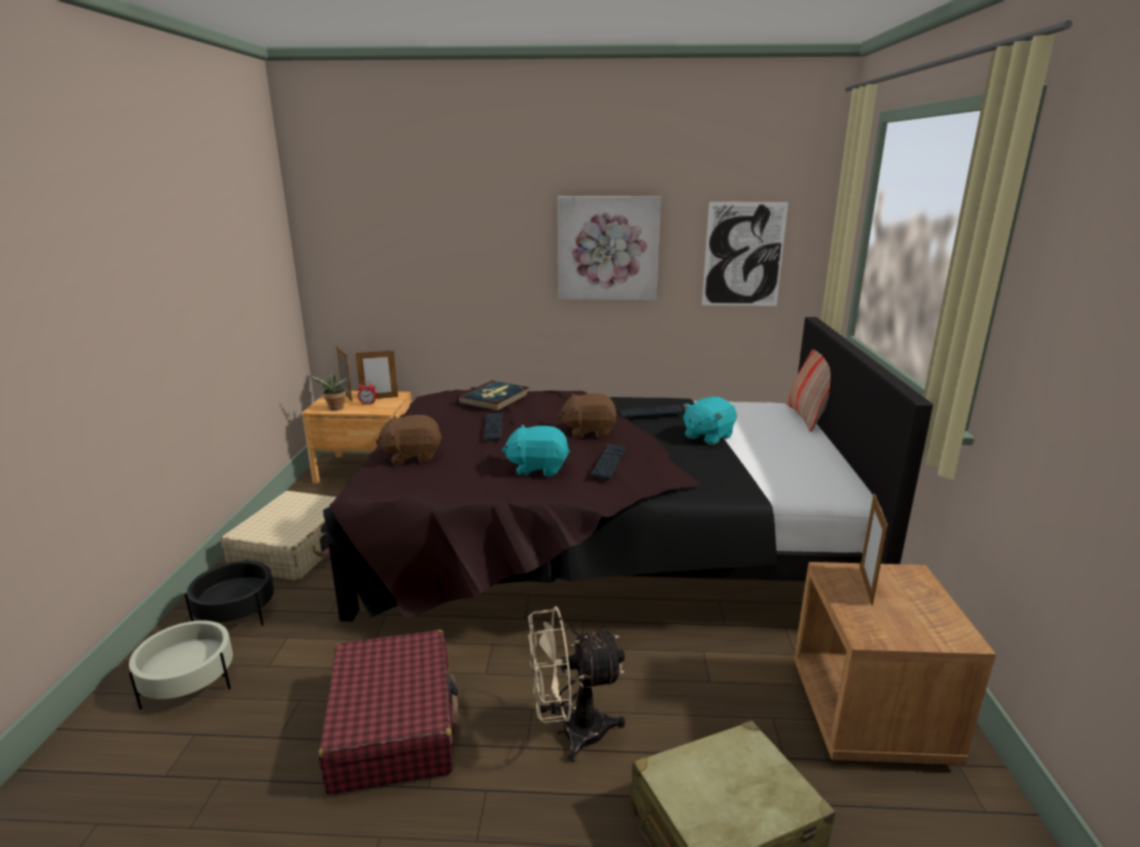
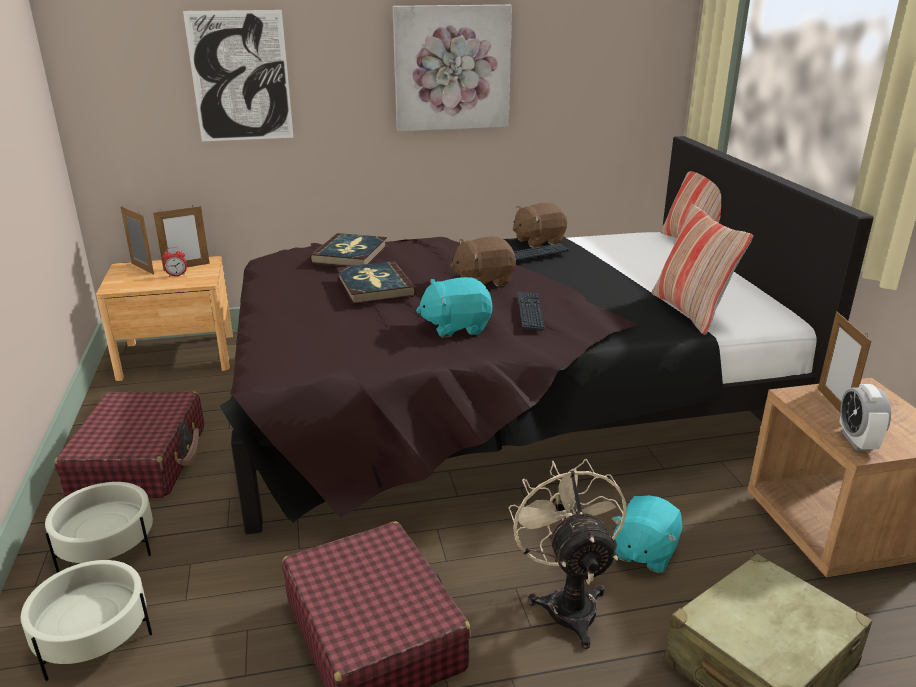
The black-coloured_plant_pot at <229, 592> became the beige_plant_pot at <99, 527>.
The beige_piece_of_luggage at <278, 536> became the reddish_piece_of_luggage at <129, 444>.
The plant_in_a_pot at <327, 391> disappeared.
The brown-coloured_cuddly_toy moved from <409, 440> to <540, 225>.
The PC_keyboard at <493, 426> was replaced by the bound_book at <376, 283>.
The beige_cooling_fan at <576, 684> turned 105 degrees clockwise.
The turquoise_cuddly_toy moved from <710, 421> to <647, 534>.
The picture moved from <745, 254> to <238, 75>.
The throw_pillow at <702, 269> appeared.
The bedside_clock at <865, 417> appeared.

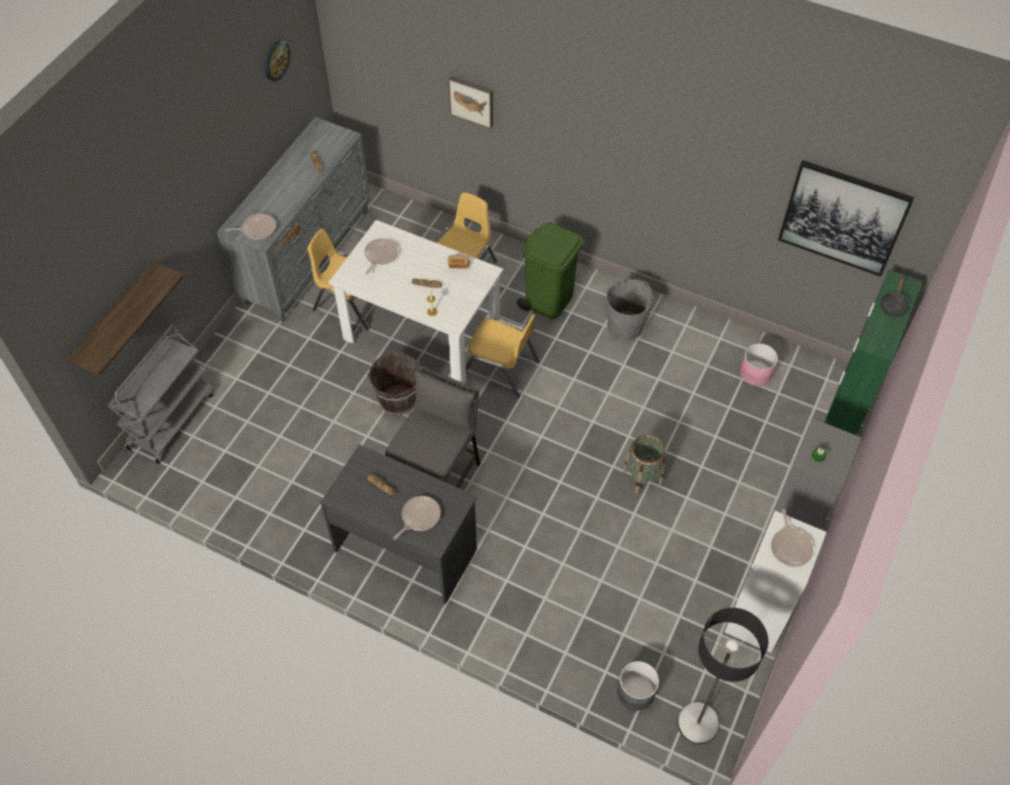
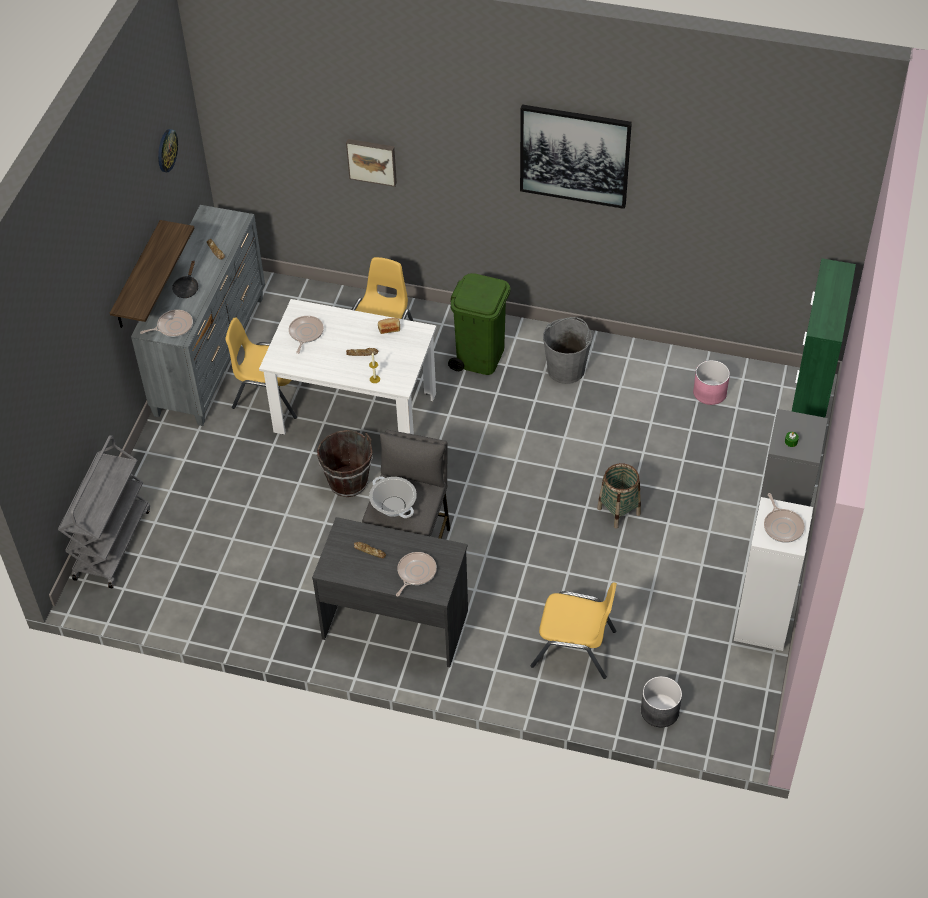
The wall_shelf moved from <125, 318> to <152, 274>.
The yellow-coloured_chair moved from <502, 356> to <574, 630>.
The floor_lamp at <722, 676> disappeared.
The picture moved from <846, 218> to <576, 156>.
The black-coloured_pan moved from <895, 296> to <185, 279>.
The stockpot at <393, 497> appeared.

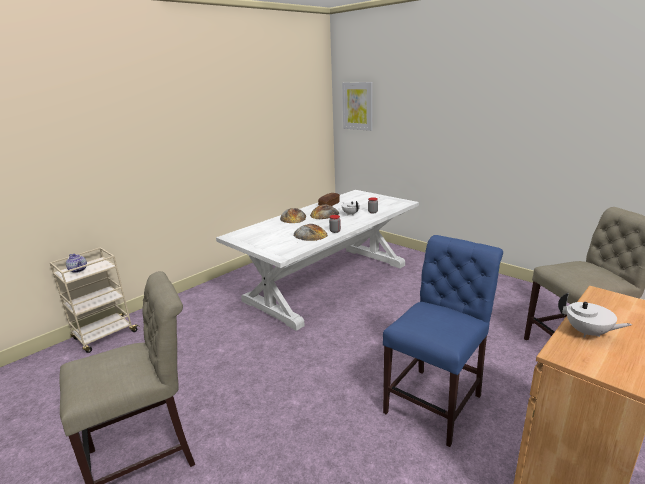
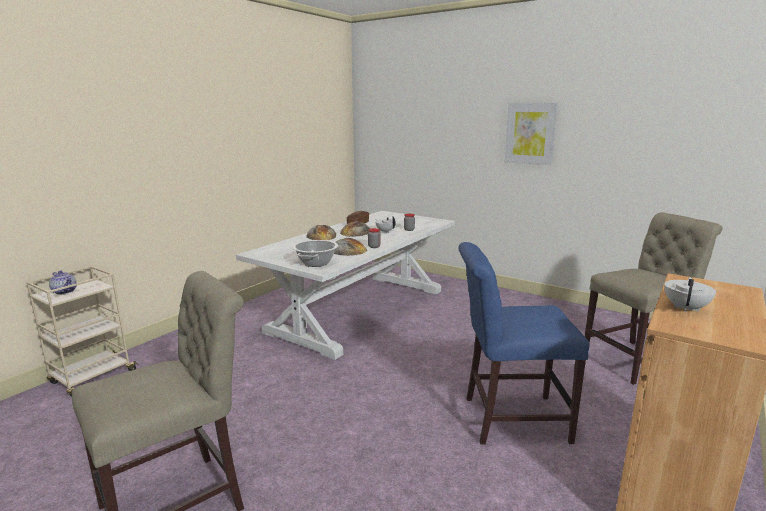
The picture moved from <357, 106> to <531, 134>.
The bluish_chair at <443, 341> turned 120 degrees counterclockwise.
The white_pot_for_tea at <595, 315> turned 90 degrees counterclockwise.
The stockpot at <315, 253> appeared.

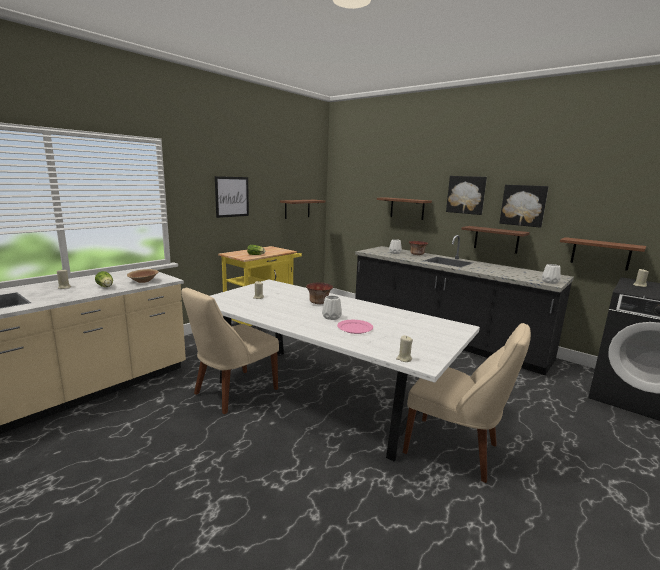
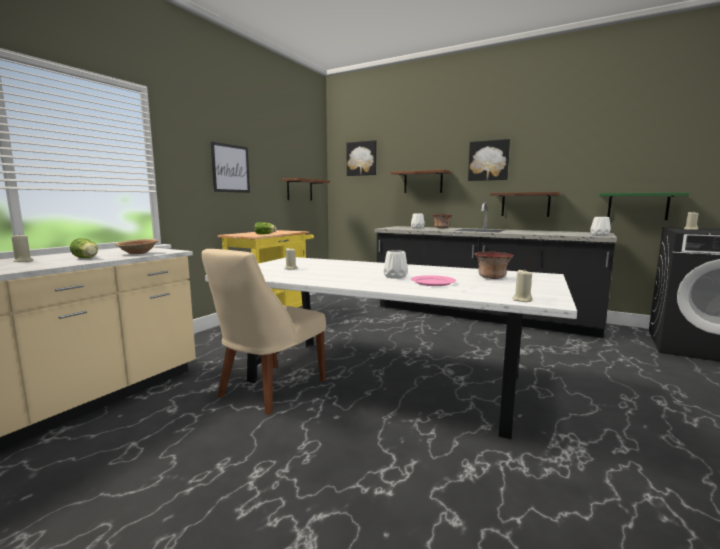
The serving_bowl moved from <319, 293> to <494, 265>.
The beige_chair at <467, 403> disappeared.
The picture moved from <524, 206> to <362, 158>.
The brown-coloured_wall_shelf at <603, 254> became the greenish_wall_shelf at <644, 206>.

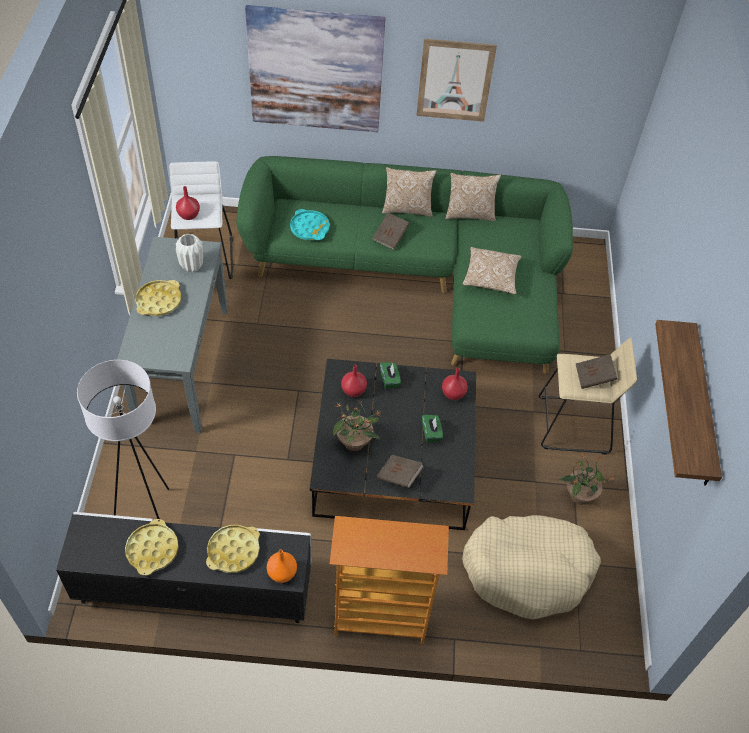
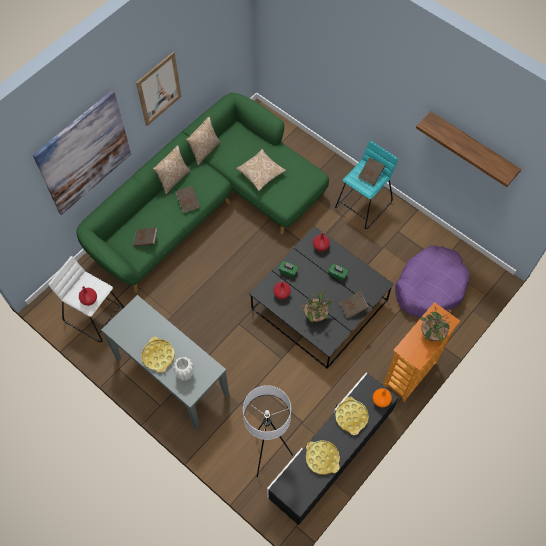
The white_decorative_vase moved from <189, 253> to <183, 369>.
The turquoise_carrying_tray at <310, 224> was replaced by the brown-coloured_bound_book at <145, 237>.
The beige_dog_bed at <531, 567> became the purplish_dog_bed at <432, 281>.
The beige_sitting_stool at <588, 395> became the turquoise_sitting_stool at <366, 185>.
The plant_in_a_pot moved from <587, 479> to <435, 325>.

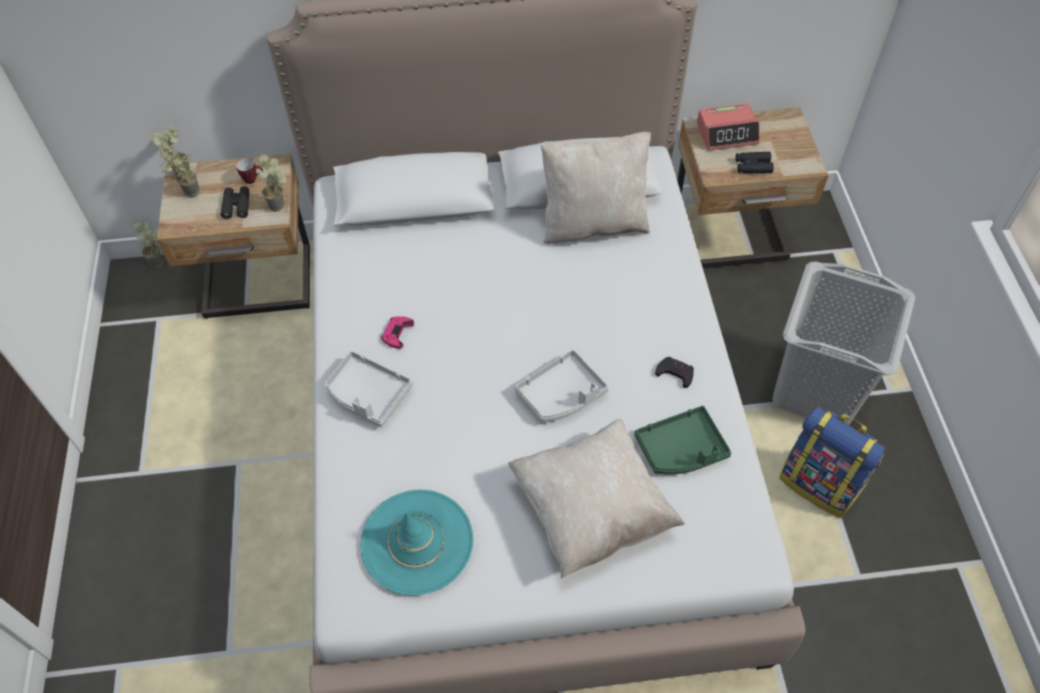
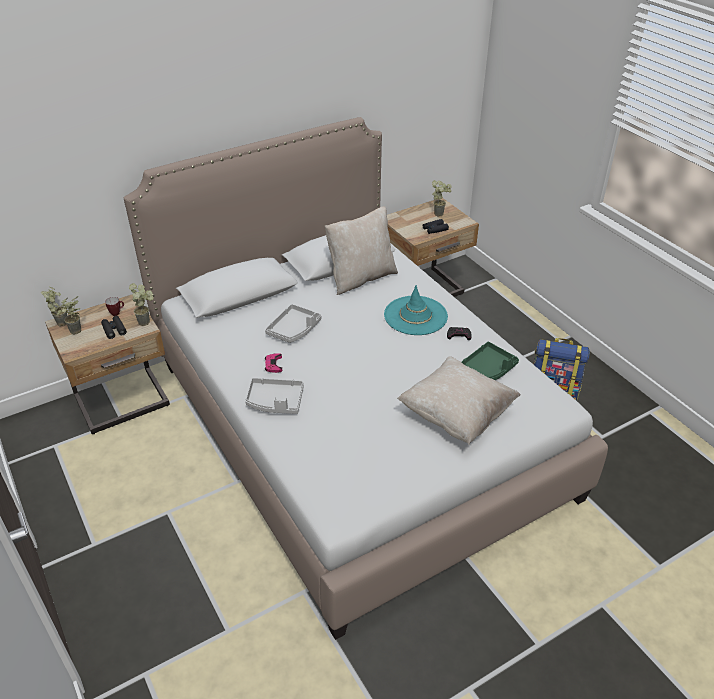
The plant_in_a_pot moved from <148, 244> to <442, 198>.
The turquoise_wearable_hat moved from <416, 542> to <416, 310>.
The greyish_carrying_tray moved from <561, 385> to <293, 323>.
The bedside_clock at <728, 127> disappeared.
The greyish_laundry_basket at <843, 343> disappeared.

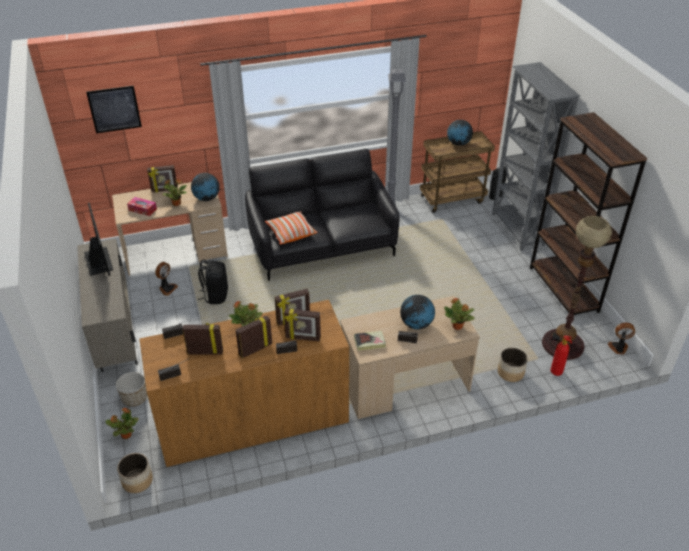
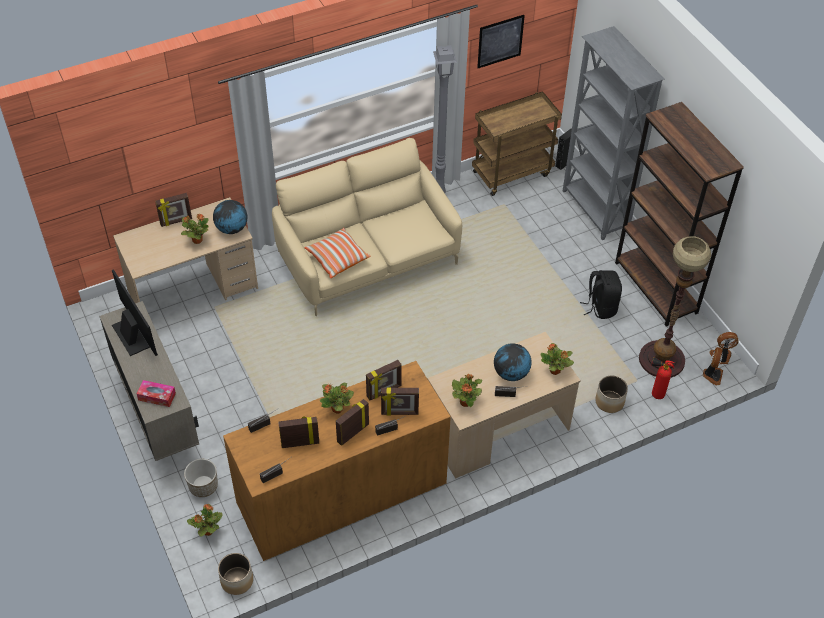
The picture moved from <114, 109> to <501, 41>.
The tissue_holder moved from <142, 206> to <156, 393>.
The cooling_fan moved from <166, 279> to <712, 366>.
The black-coloured_knapsack moved from <213, 281> to <601, 294>.
The black-coloured_settee at <322, 214> became the beige_settee at <367, 227>.
The bound_book at <370, 341> was replaced by the plant_in_a_pot at <467, 390>.
The globe at <460, 133> disappeared.

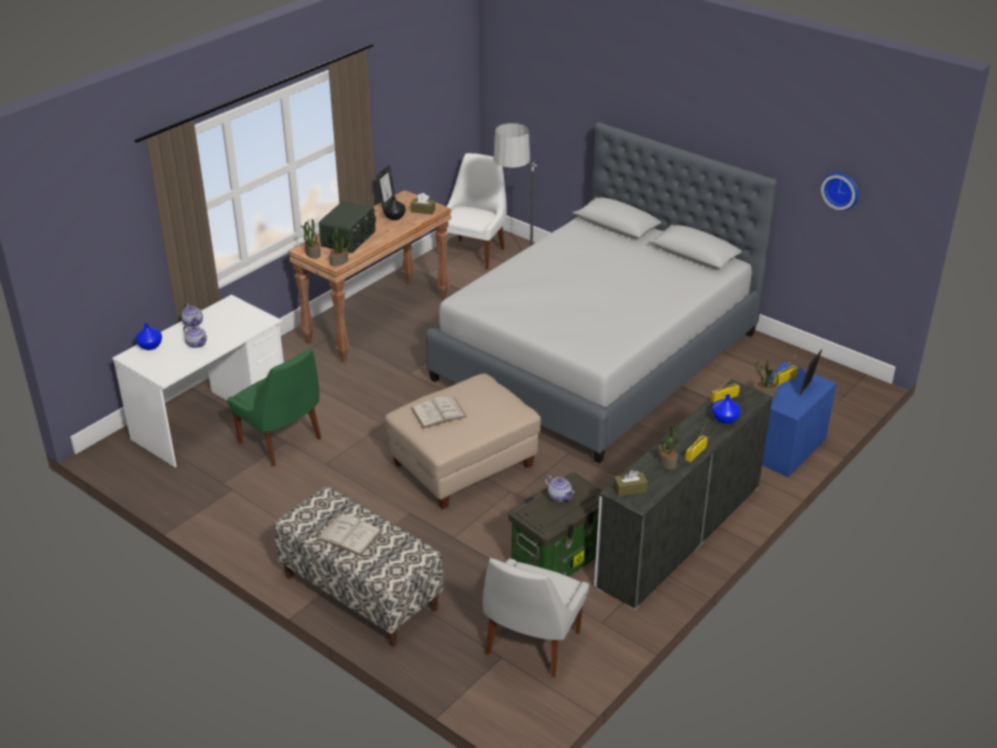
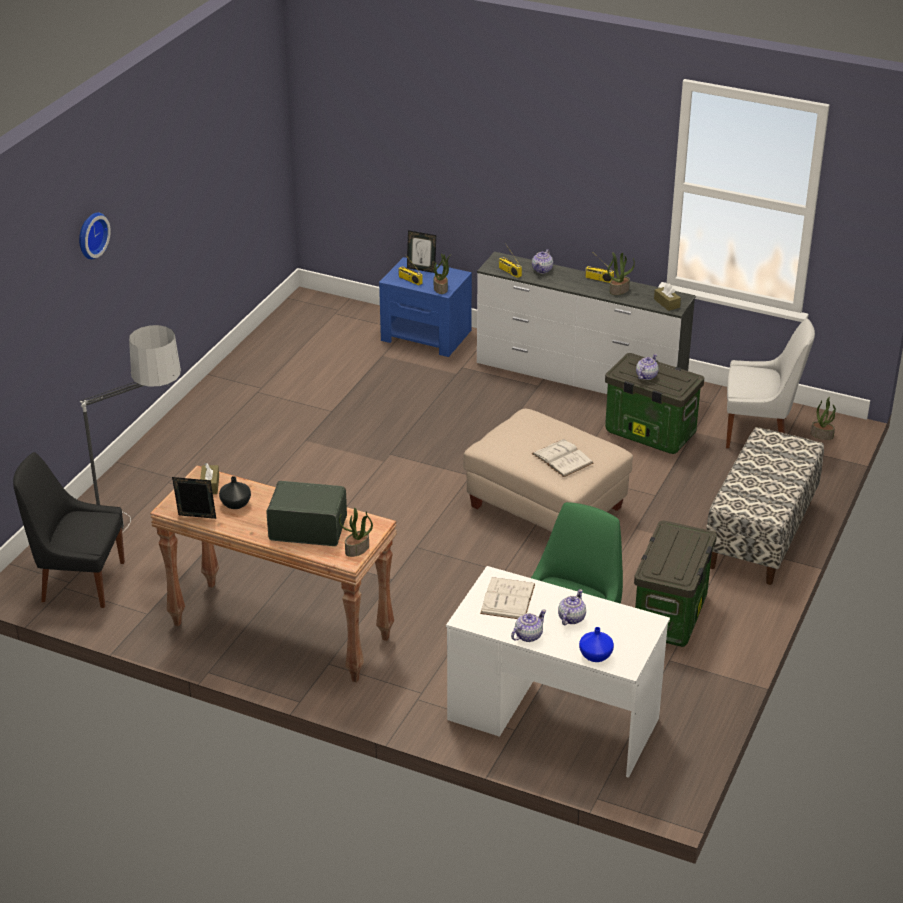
The white_bound_book moved from <349, 535> to <507, 598>.
The plant_in_a_pot moved from <337, 247> to <823, 418>.
The greyish_bed at <601, 292> disappeared.
The white_chair at <476, 211> became the black-coloured_chair at <69, 530>.
The bluish_decorative_vase at <726, 409> was replaced by the pot_for_tea at <542, 261>.
The clock_on_the_wall moved from <839, 191> to <95, 235>.
The storage_box at <675, 583> appeared.

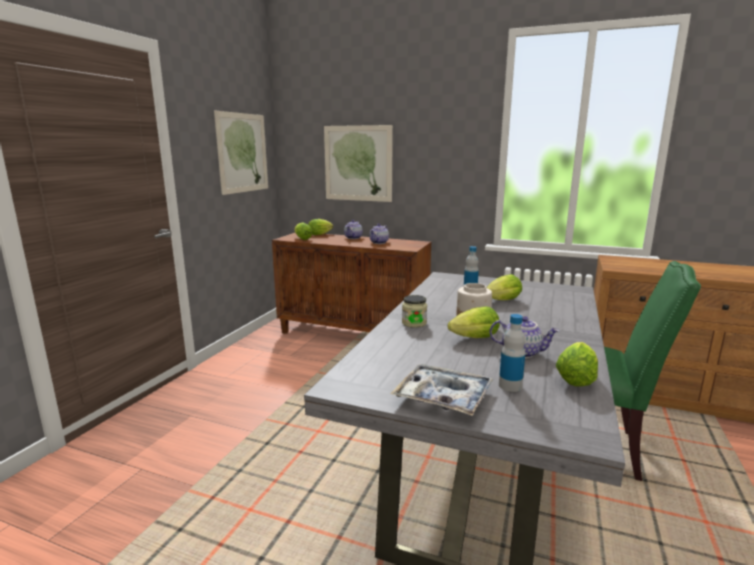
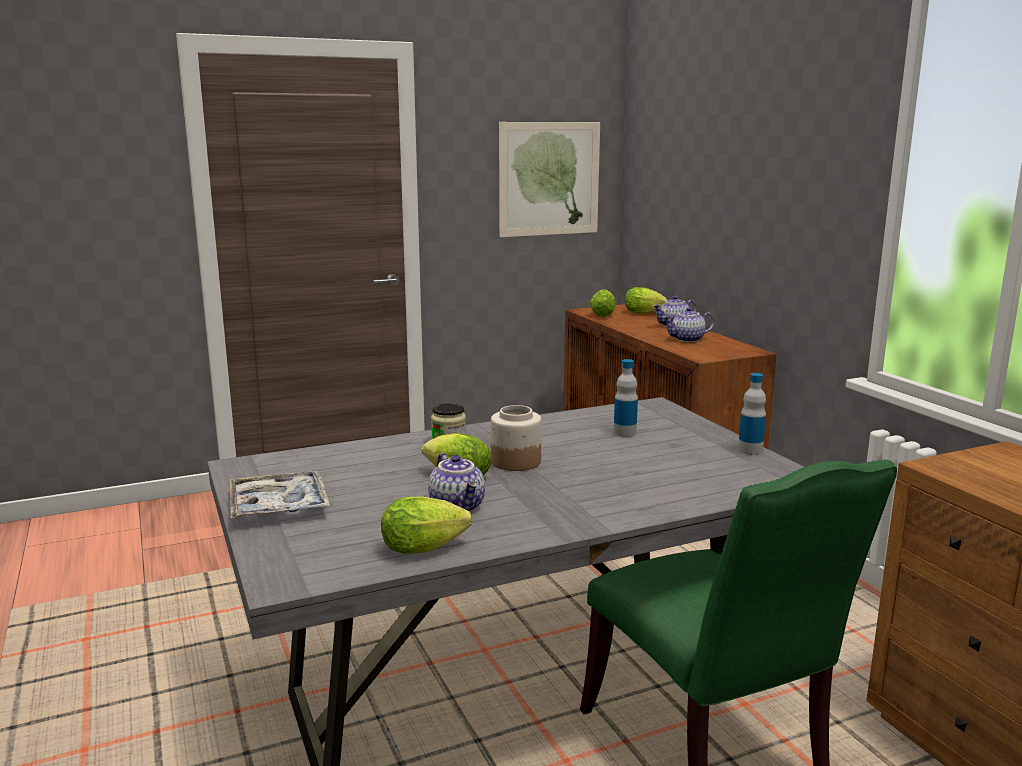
The picture at <358, 163> disappeared.
The lettuce at <504, 287> disappeared.
The beverage_bottle moved from <512, 353> to <752, 414>.

